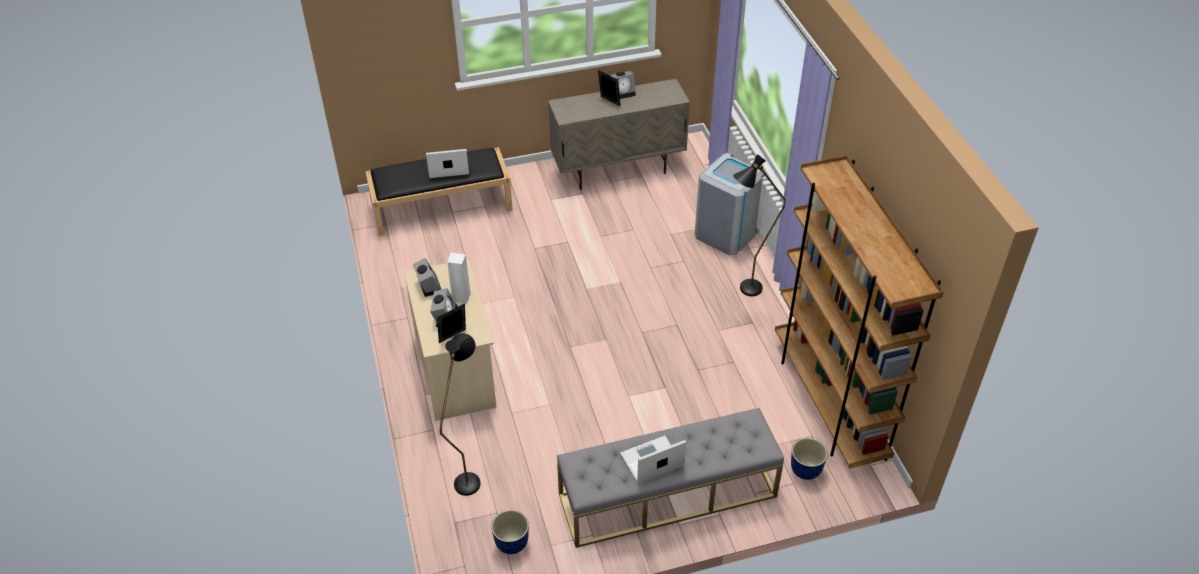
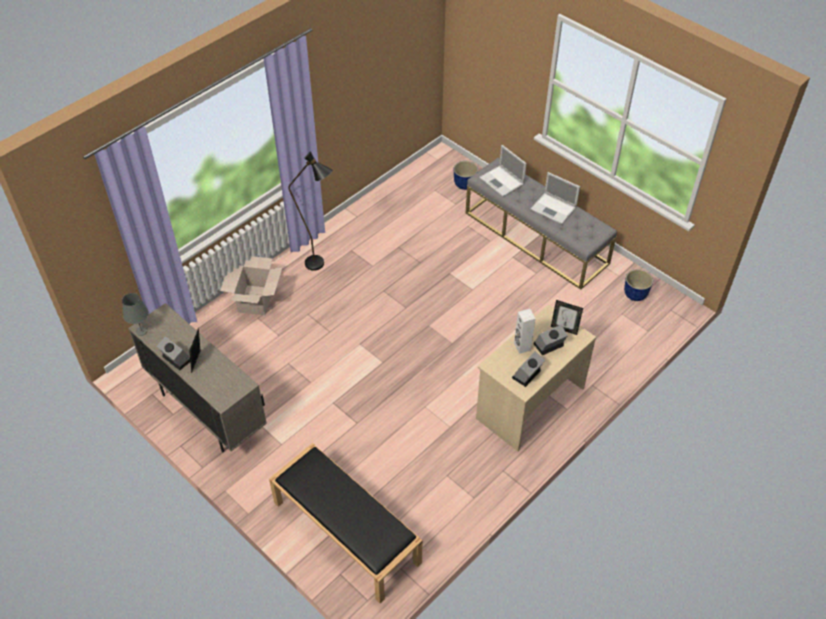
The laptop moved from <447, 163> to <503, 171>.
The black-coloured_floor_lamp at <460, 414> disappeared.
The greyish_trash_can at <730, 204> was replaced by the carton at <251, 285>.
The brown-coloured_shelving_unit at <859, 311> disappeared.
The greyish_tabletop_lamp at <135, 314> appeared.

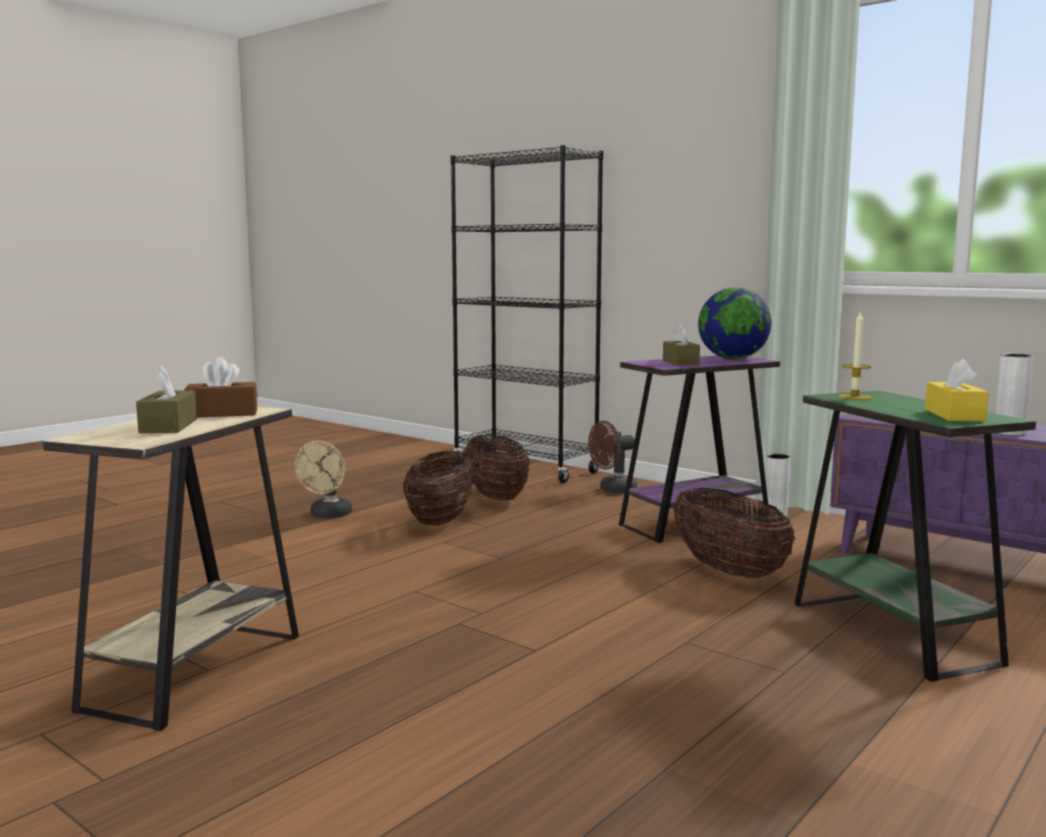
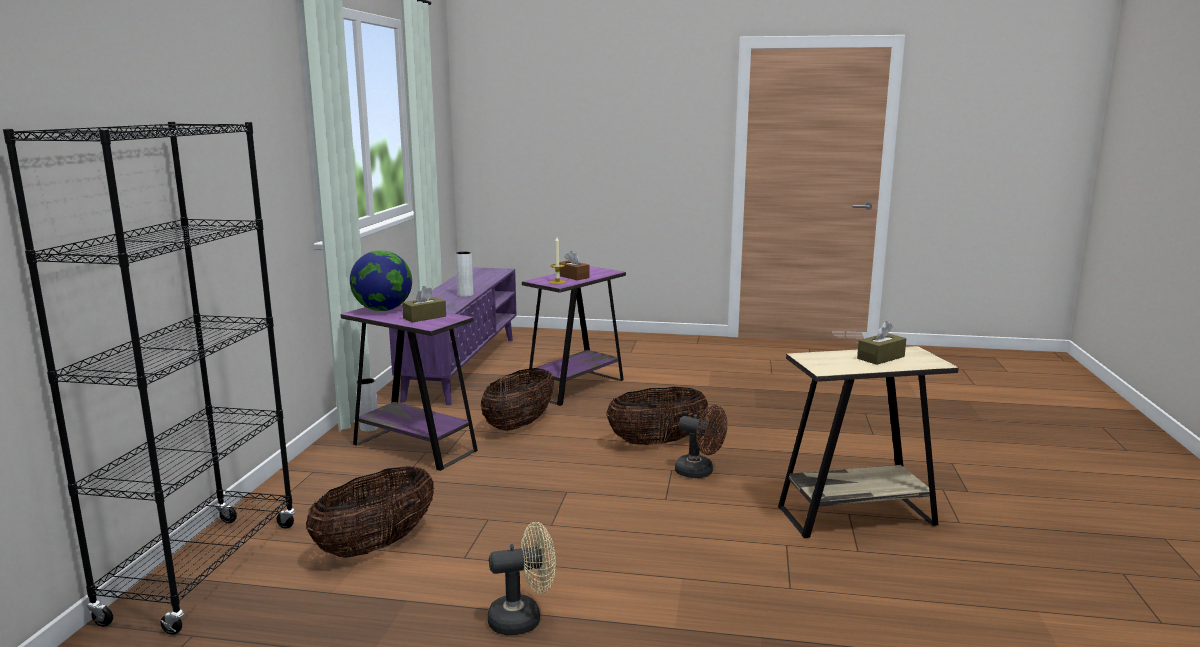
The brown-coloured_tissue_holder moved from <221, 387> to <574, 265>.
The storage_basket moved from <439, 488> to <657, 416>.
The brown-coloured_cooling_fan moved from <613, 457> to <701, 441>.
The greenish_accent_table at <915, 536> became the purplish_accent_table at <574, 336>.
The yellow-coloured_tissue_holder at <957, 390> disappeared.

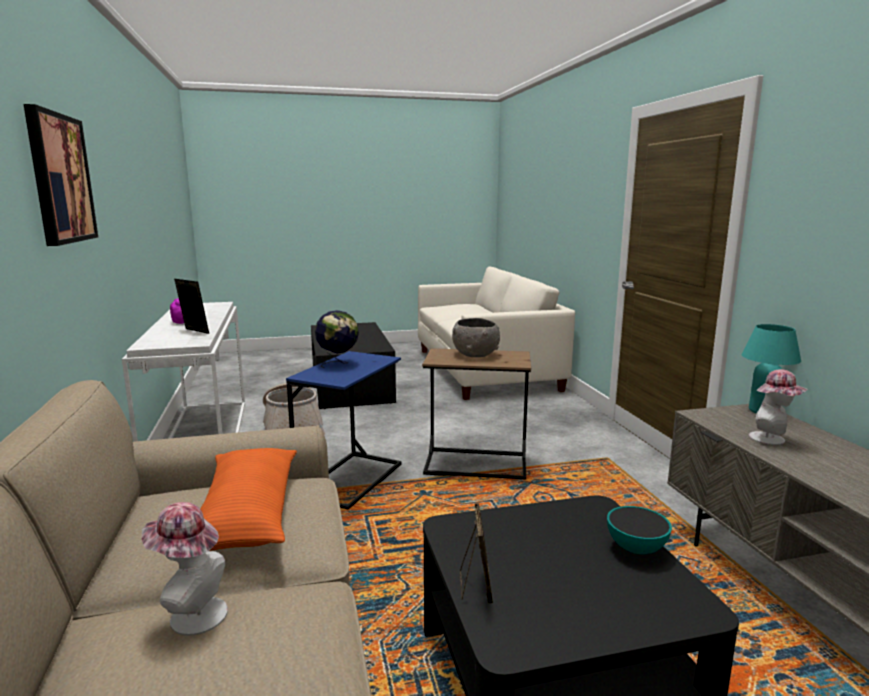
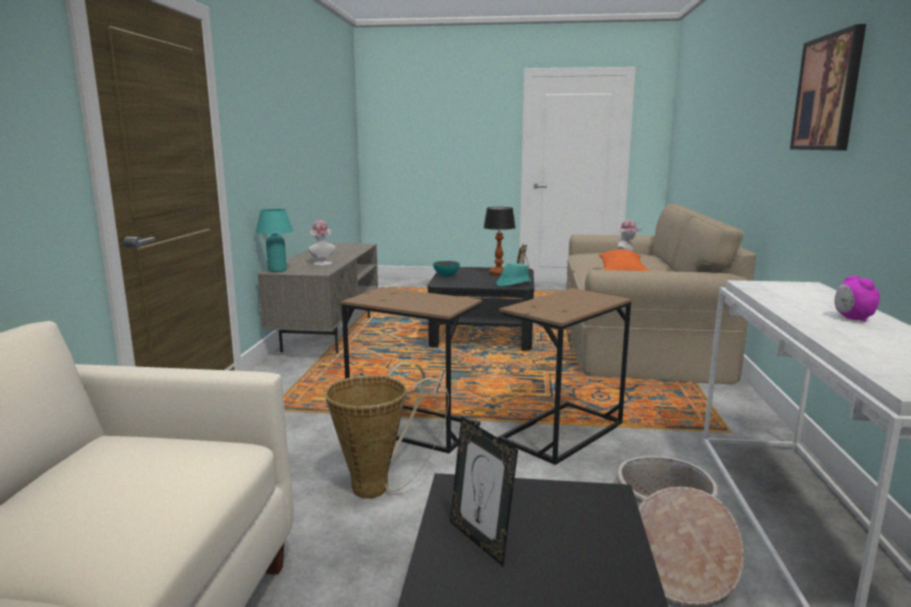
The standing_frame moved from <191, 306> to <484, 491>.
The bluish_accent_table at <344, 430> became the brown-coloured_accent_table at <565, 376>.
The globe at <337, 339> disappeared.
The greyish_serving_bowl at <476, 337> disappeared.
The storage_basket at <387, 429> appeared.
The tabletop_lamp at <499, 241> appeared.
The turquoise_wearable_hat at <514, 275> appeared.

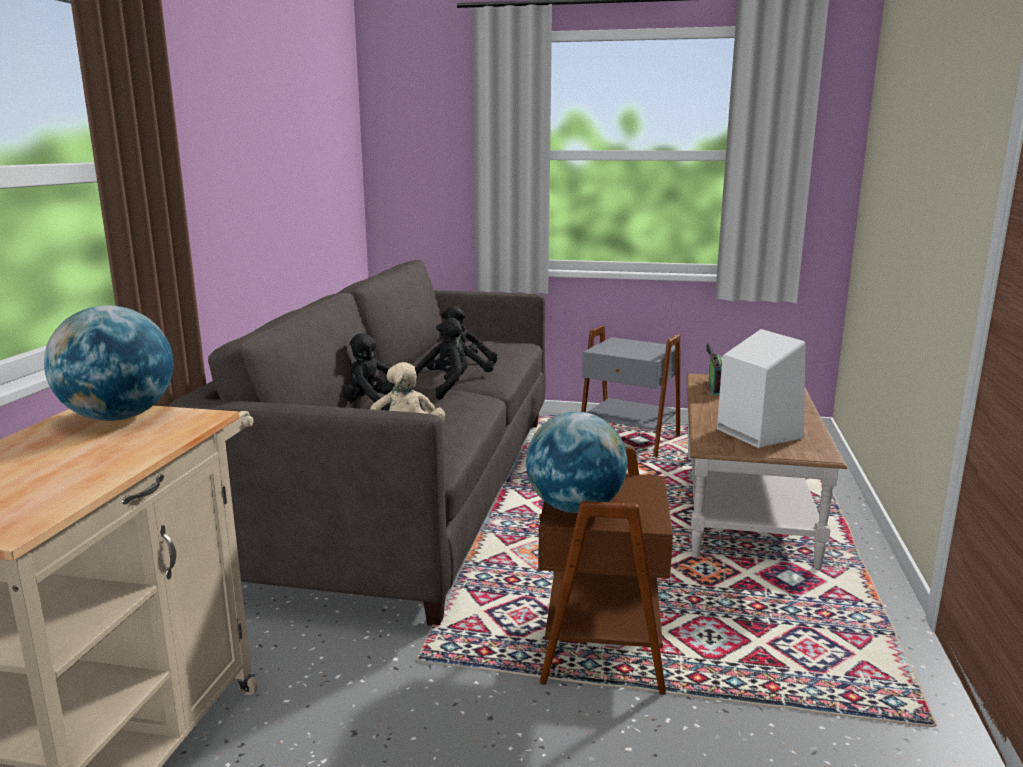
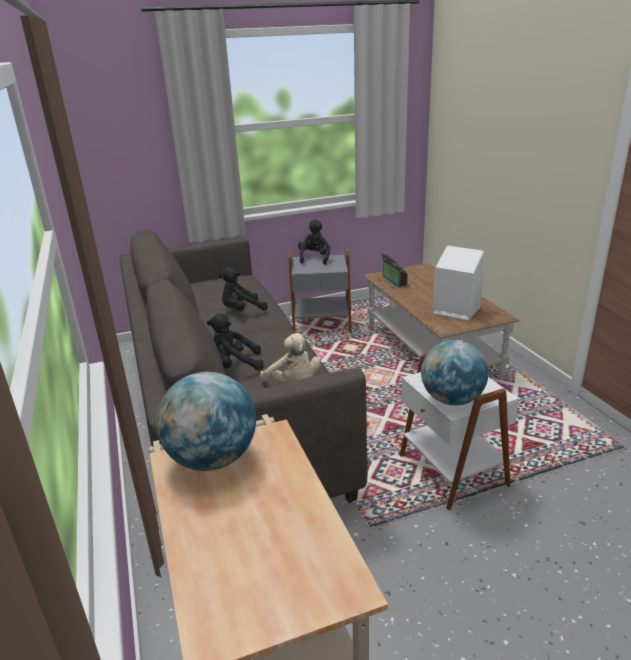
The black-coloured_cuddly_toy moved from <441, 358> to <314, 242>.
The brown-coloured_accent_table at <605, 571> became the white_accent_table at <459, 431>.

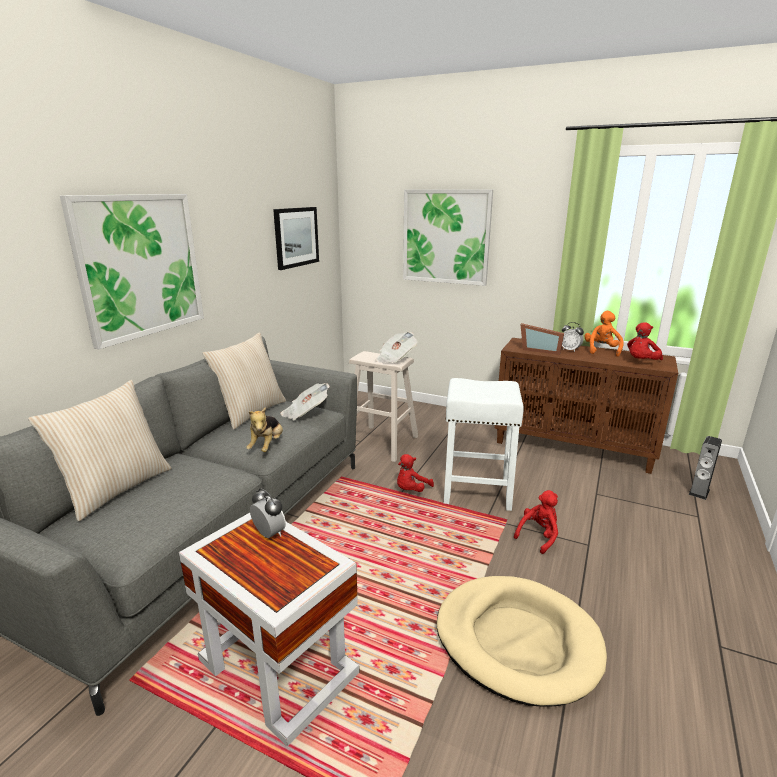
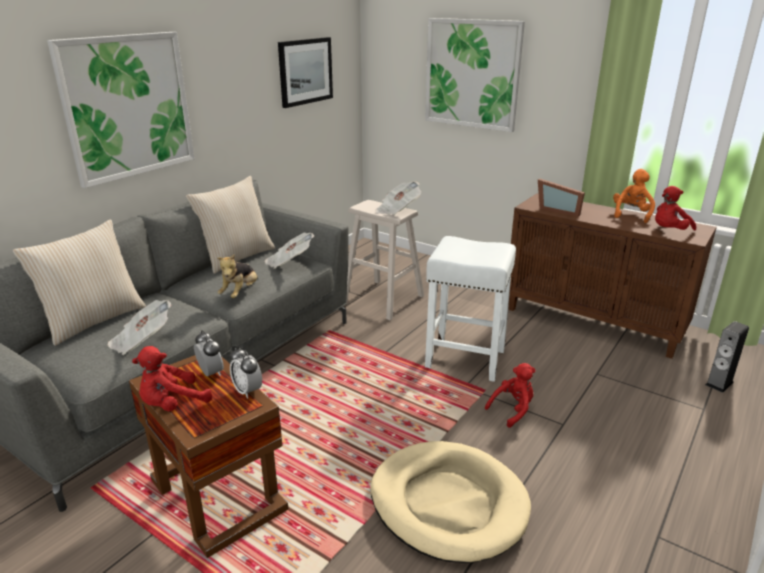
The white_accent_table at <269, 629> became the brown-coloured_accent_table at <208, 456>.
The reddish_cuddly_toy moved from <415, 473> to <172, 378>.
The bedside_clock moved from <573, 337> to <246, 372>.
The printed_paper at <139, 327> appeared.

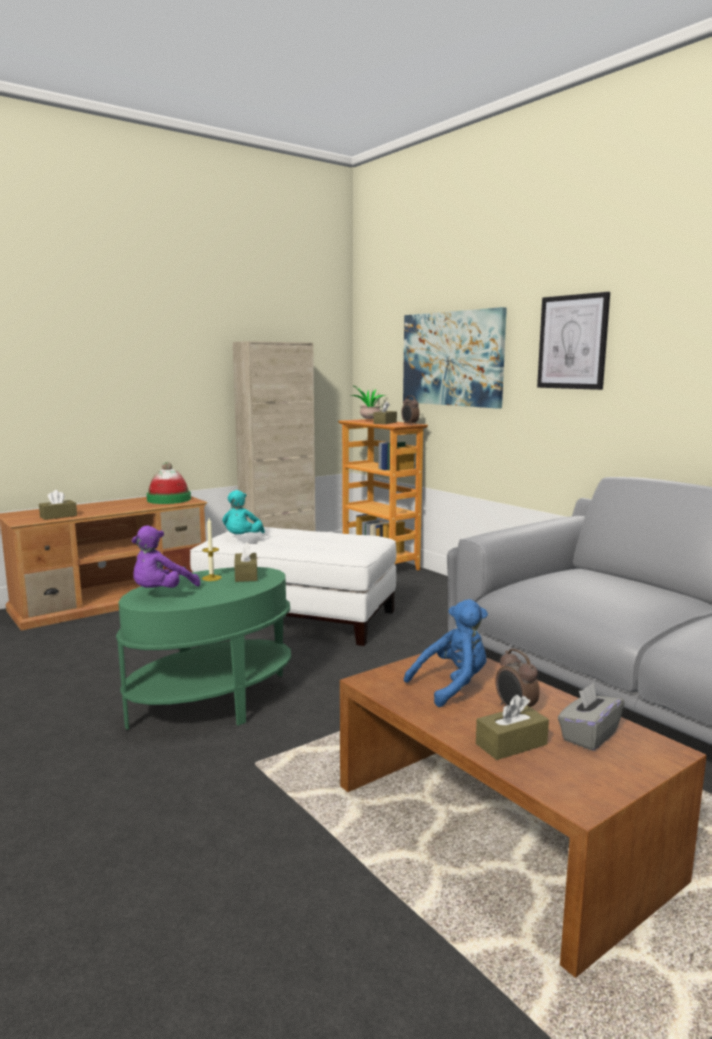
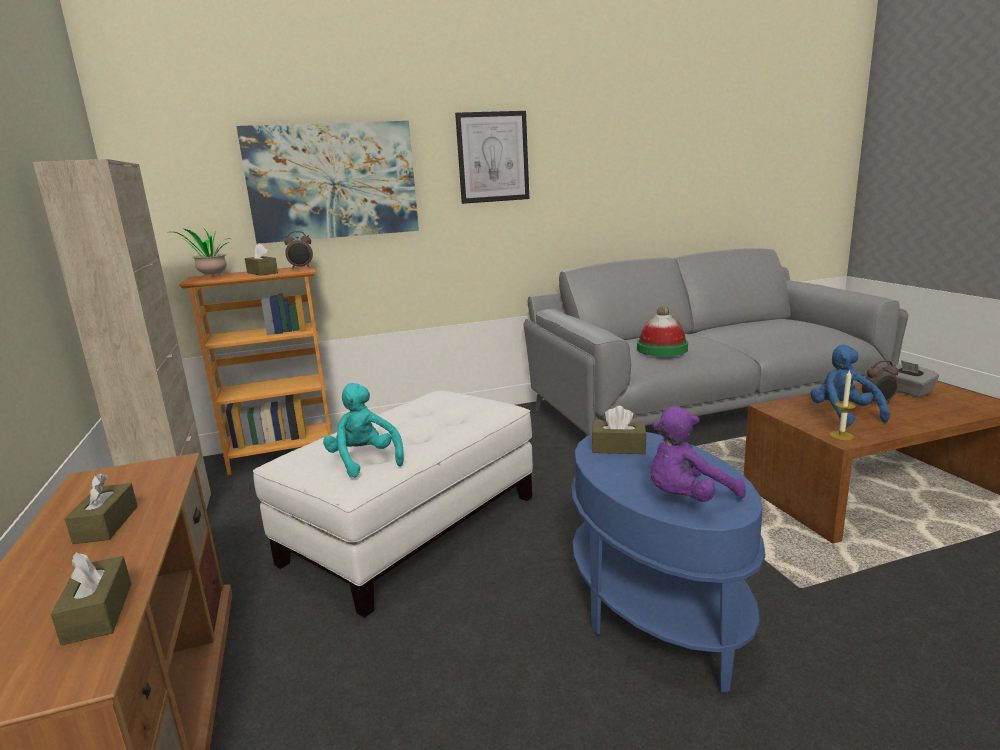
The greenish_accent_table at <203, 648> became the bluish_accent_table at <668, 562>.
The purplish_cuddly_toy at <166, 557> turned 105 degrees clockwise.
The wearable_hat moved from <169, 483> to <662, 331>.
The wax_light moved from <212, 549> to <843, 405>.
The turquoise_cuddly_toy at <243, 512> turned 150 degrees counterclockwise.
The brown-coloured_tissue_holder moved from <512, 727> to <101, 508>.

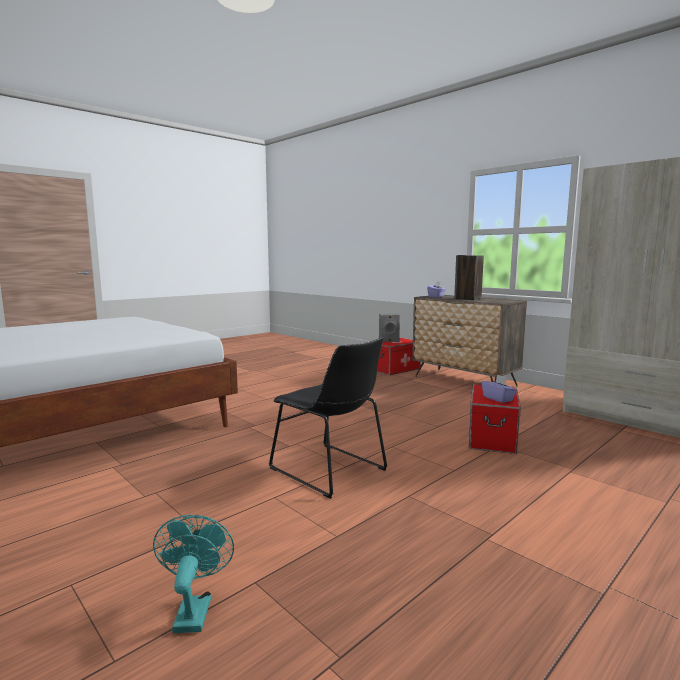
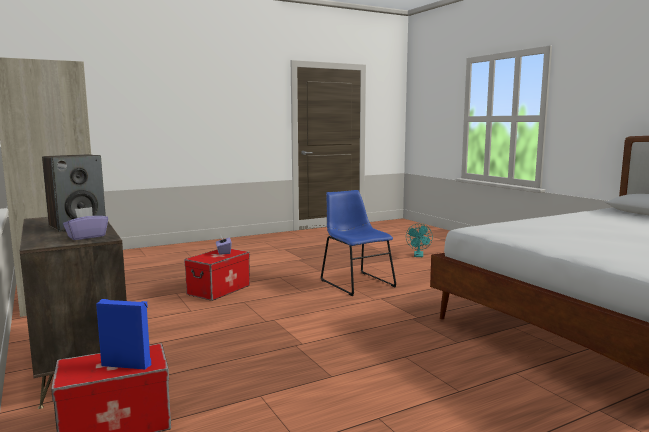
The black-coloured_chair at <328, 418> became the bluish_chair at <359, 243>.
The greyish_loudspeaker at <389, 327> became the bluish_loudspeaker at <123, 334>.

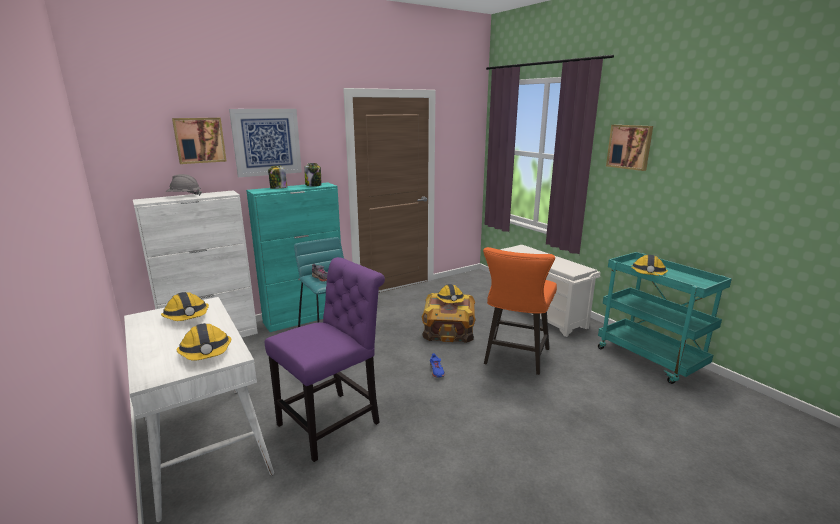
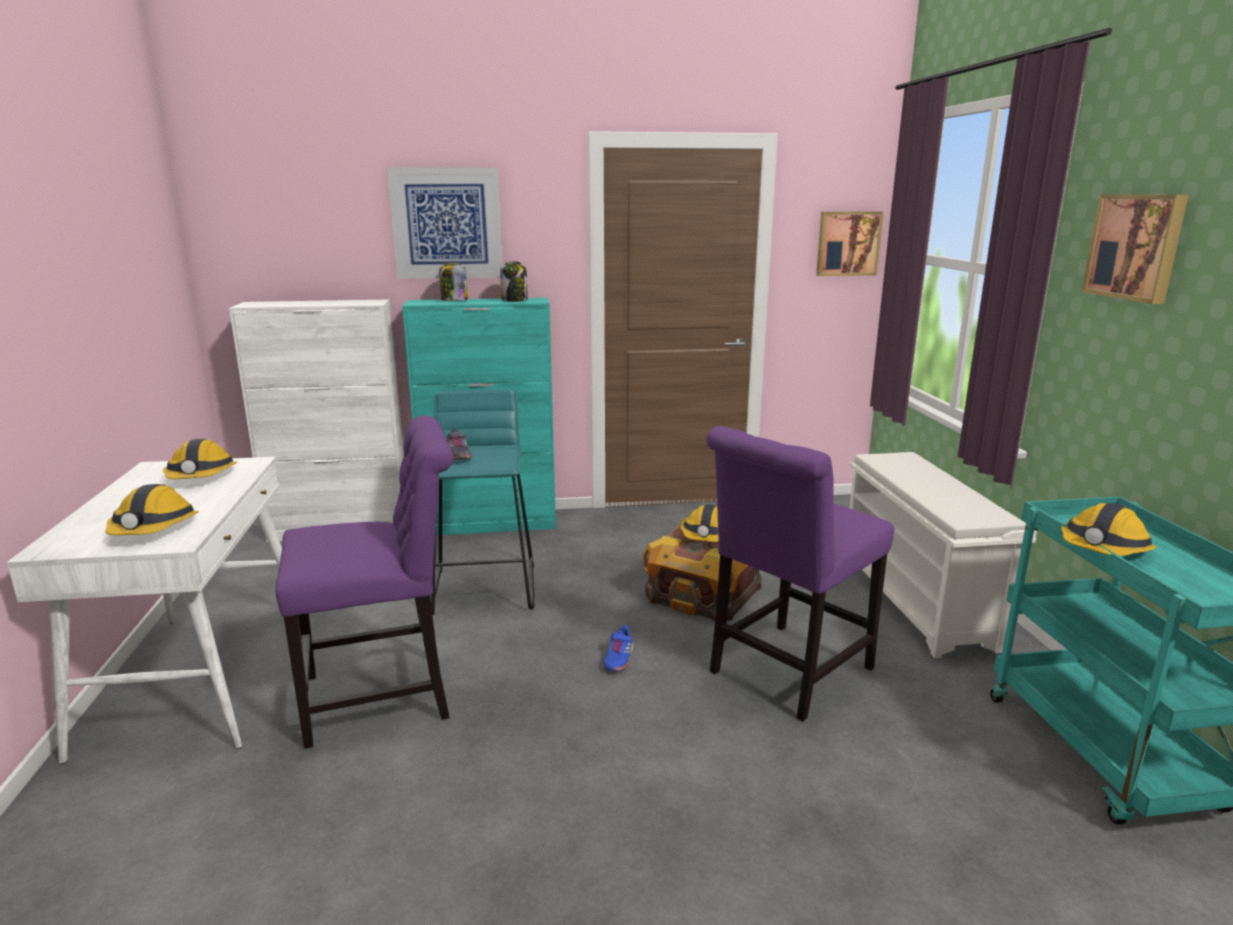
The greyish_safety_helmet at <184, 185> disappeared.
The picture moved from <199, 141> to <850, 244>.
The orange_sitting_stool at <520, 311> was replaced by the purplish_chair at <800, 573>.

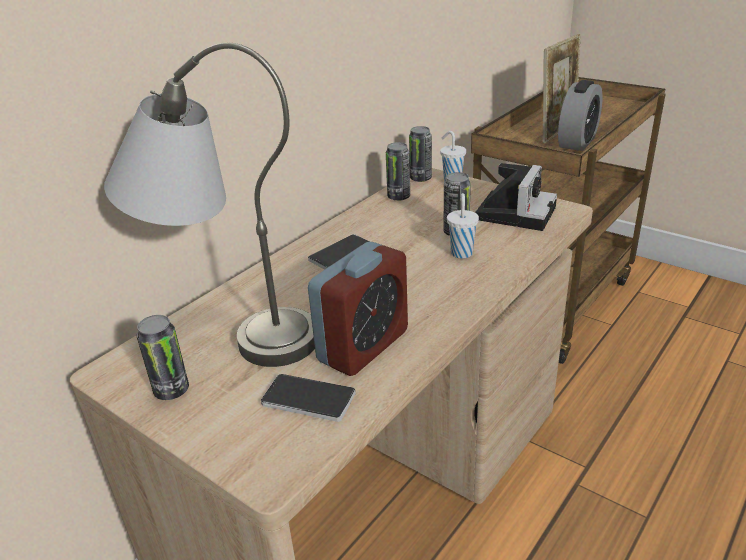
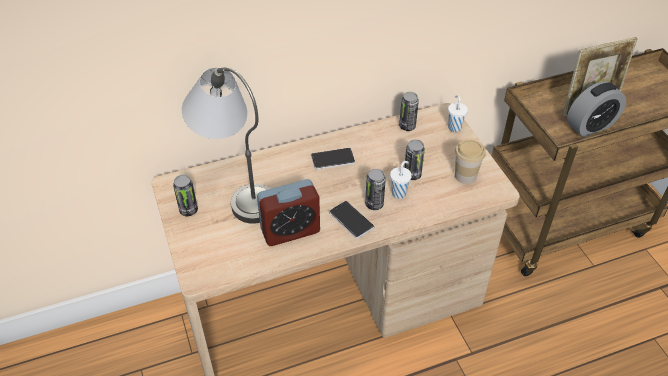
The handset moved from <308, 398> to <351, 220>.
The metal_can moved from <420, 154> to <375, 189>.
The photo_camera at <516, 197> was replaced by the drinking_cup at <470, 162>.

